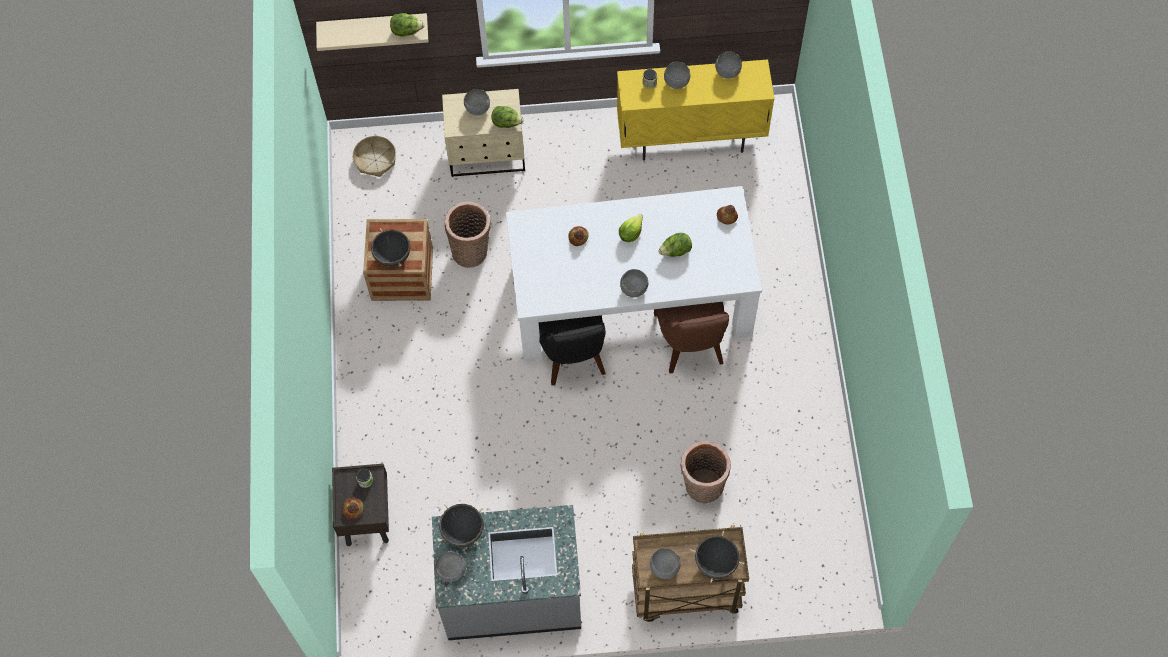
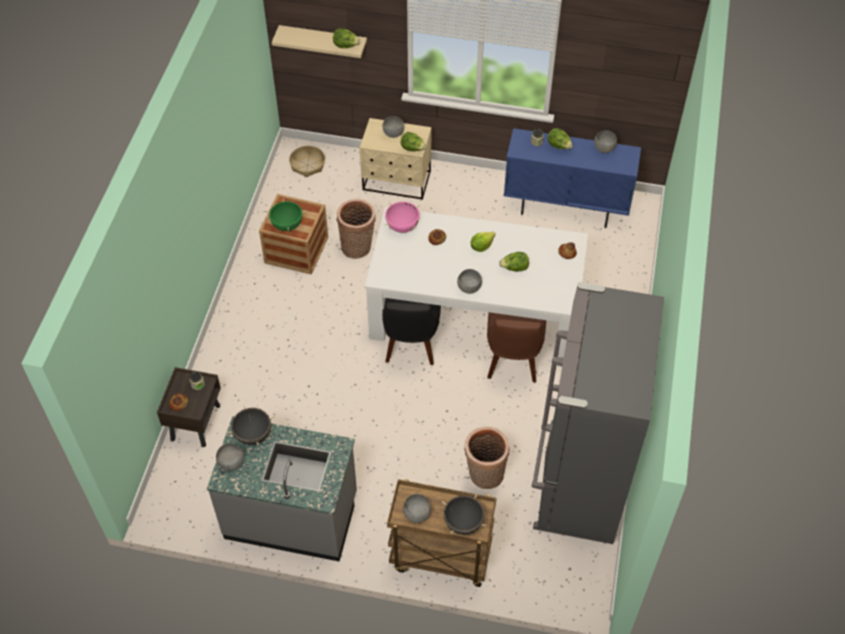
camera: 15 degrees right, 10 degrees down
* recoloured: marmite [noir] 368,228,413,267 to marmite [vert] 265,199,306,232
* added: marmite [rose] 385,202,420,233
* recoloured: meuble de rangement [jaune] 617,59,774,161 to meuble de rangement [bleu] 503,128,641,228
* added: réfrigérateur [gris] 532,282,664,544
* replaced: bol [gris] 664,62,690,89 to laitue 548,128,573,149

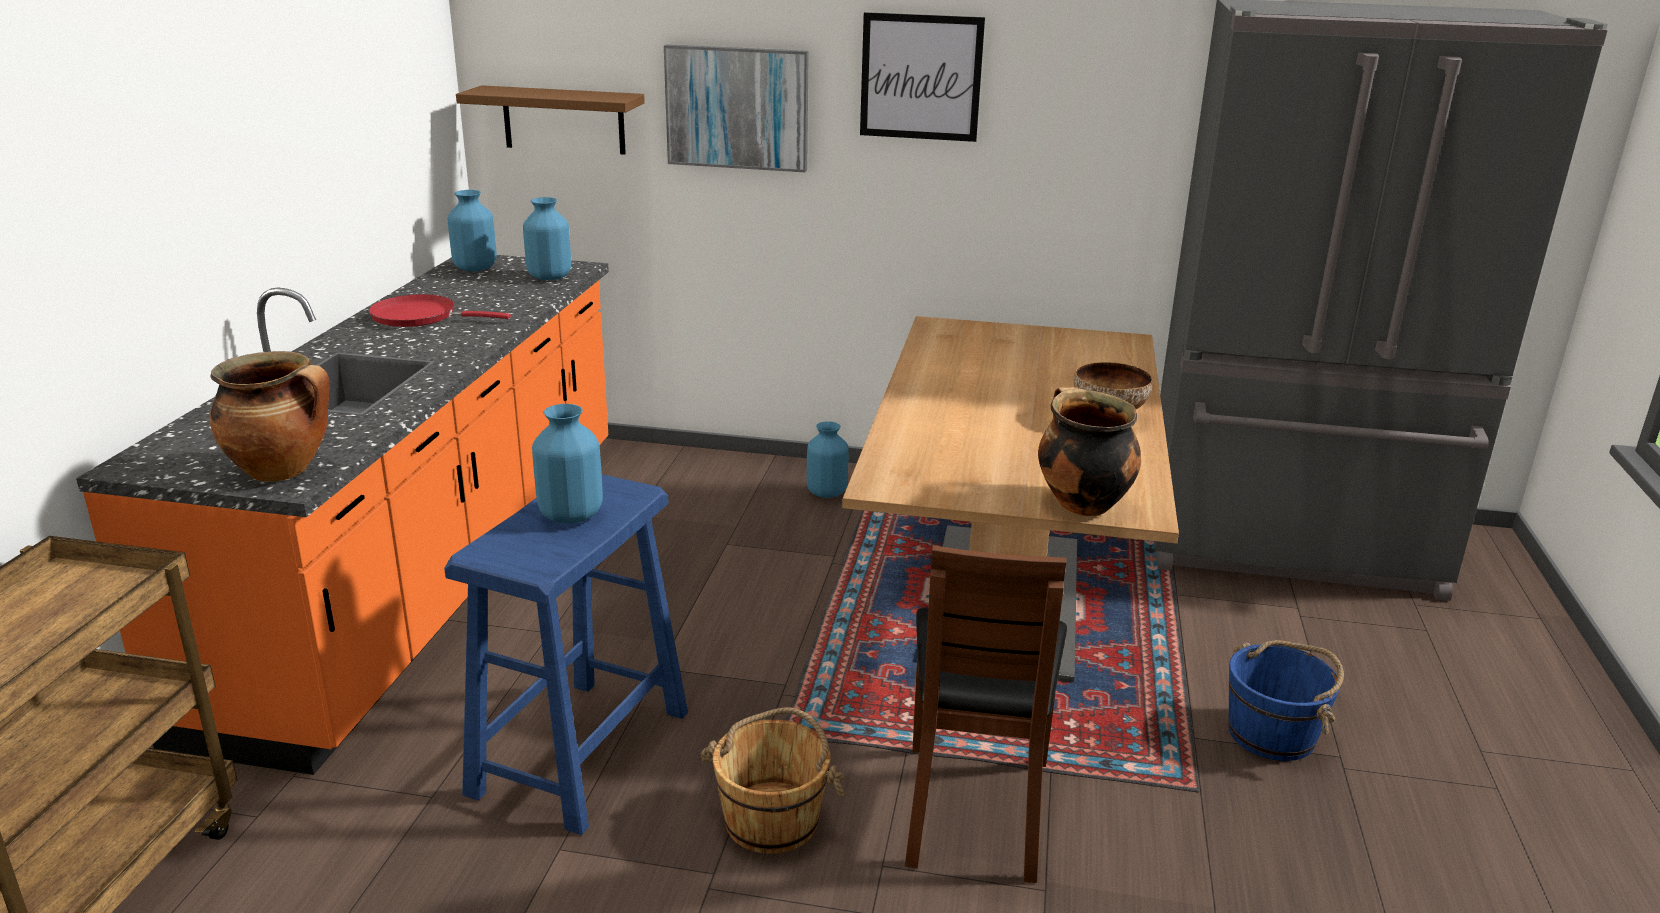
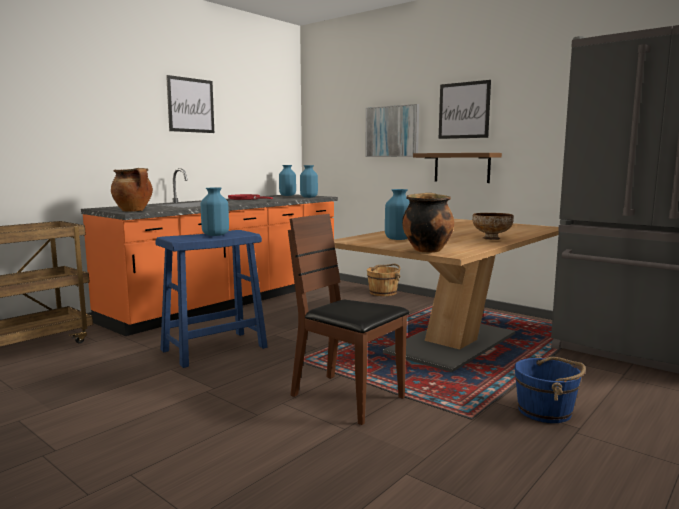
camera: 30 degrees right, 15 degrees down
* added: tableau 166,75,214,133
* turned: chaise [marron] 905,545,1067,883 = 288,214,409,425 90 degrees clockwise
* moved: seau [marron] 700,707,845,854 to 367,264,401,296
* moved: vase [bleu] 807,421,849,498 to 385,189,409,240
* moved: étagère [marron] 456,85,645,155 to 413,153,502,183

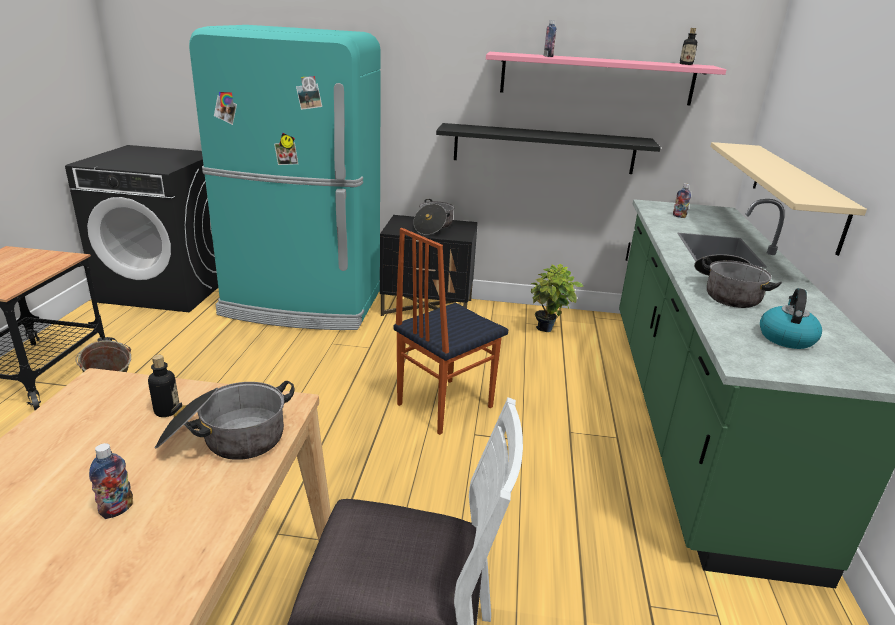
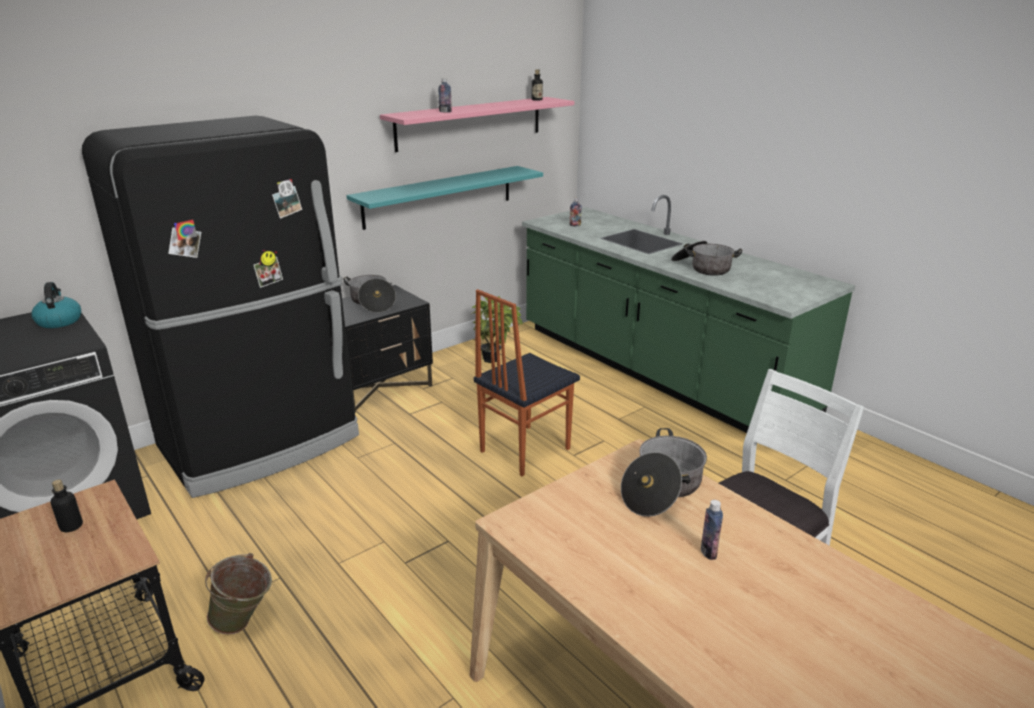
camera: 45 degrees left, 0 degrees up
* moved: bouilloire 760,288,822,349 to 32,282,81,328
* moved: bouteille 148,355,179,417 to 50,480,83,532
* recoloured: réfrigérateur [turquoise] 189,25,381,330 to réfrigérateur [noir] 82,116,359,498
* recoloured: étagère [noir] 436,123,661,174 to étagère [turquoise] 346,166,543,230
* turned: chaise 393,228,508,435 = 474,289,580,476 45 degrees clockwise
* removed: étagère [beige] 710,142,867,256

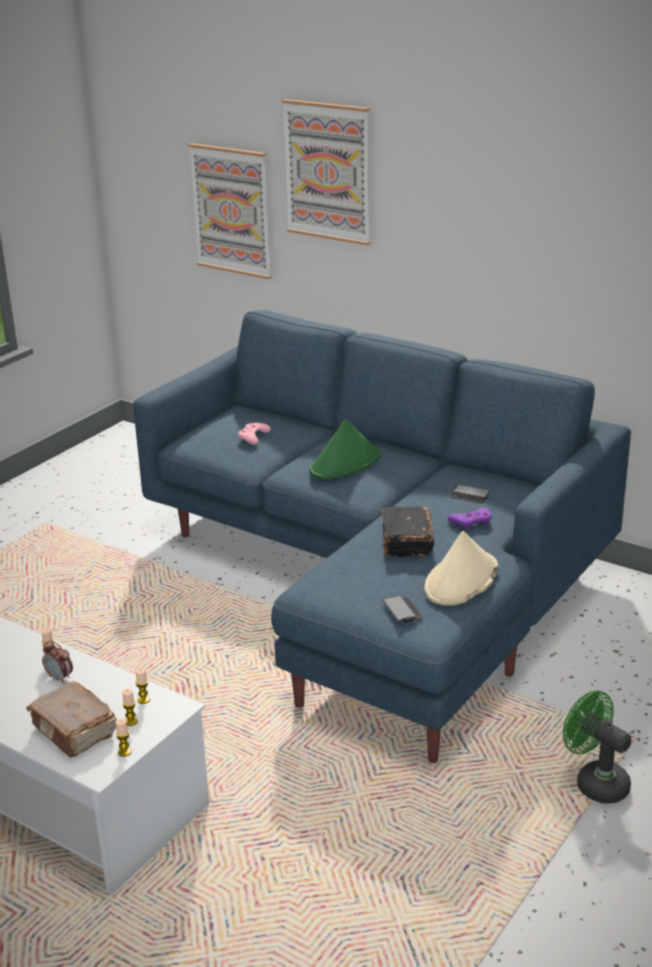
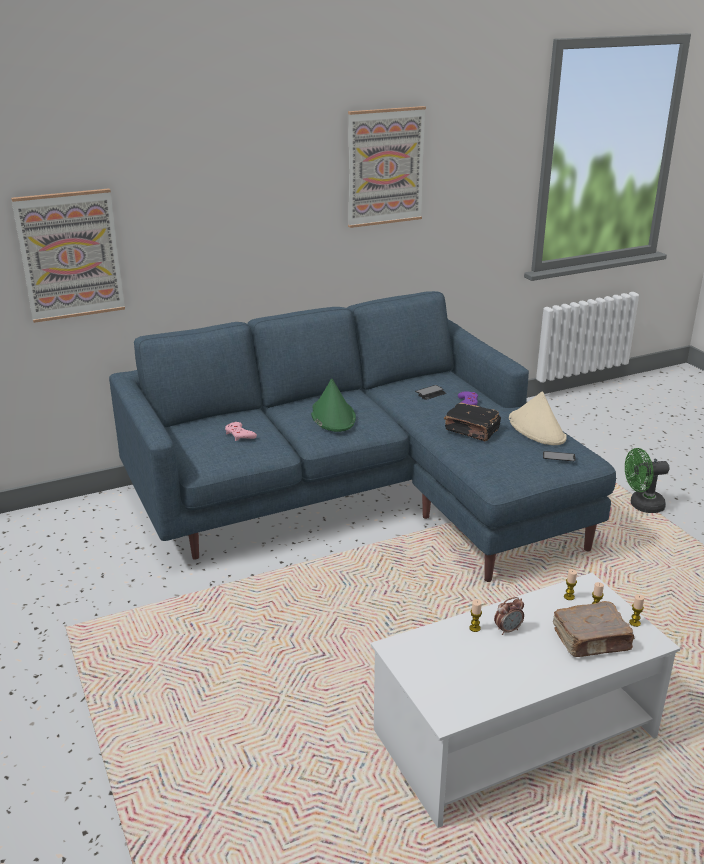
camera: 60 degrees left, 0 degrees up
* moved: tableau 282,99,371,245 to 348,106,426,228

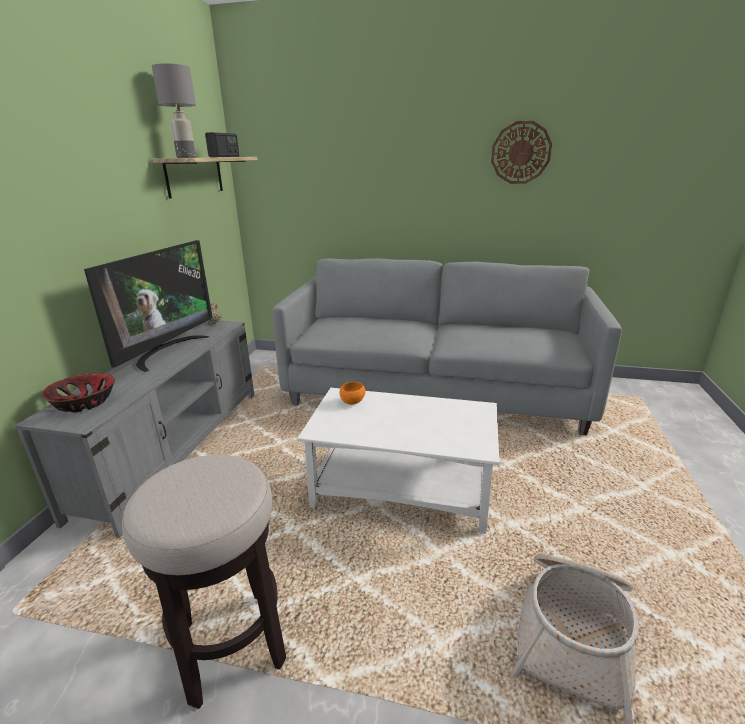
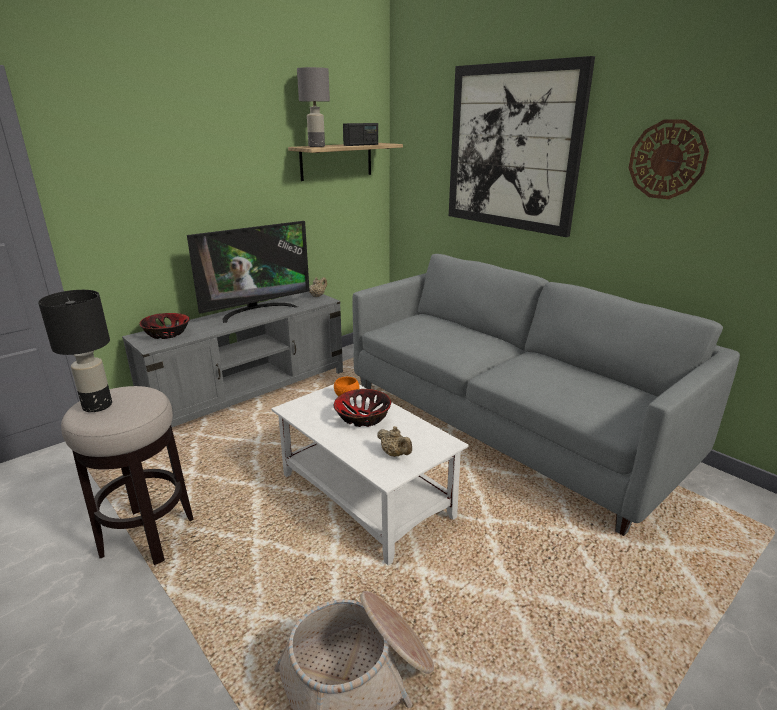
camera: 35 degrees right, 0 degrees up
* added: lampe de table [noir] 38,290,112,412
* added: bol 333,389,391,427
* added: théière [beige] 377,426,412,457
* added: tableau 449,56,595,237

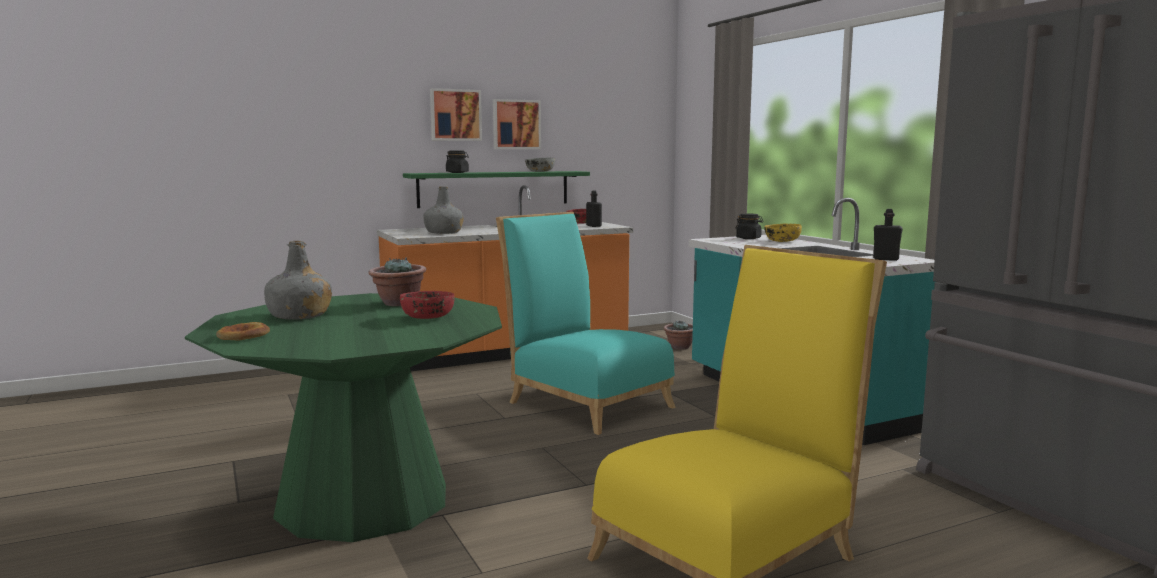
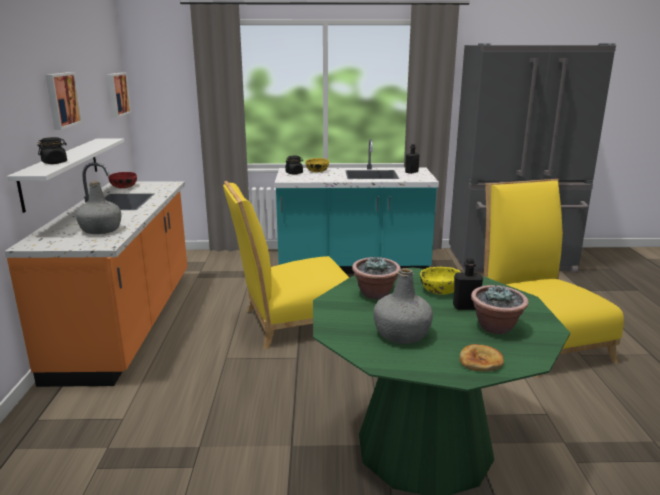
camera: 65 degrees left, 10 degrees up
* recoloured: étagère [vert] 403,171,590,208 to étagère [blanc] 7,138,124,213
* moved: tableau 430,88,482,141 to 107,72,131,117
* recoloured: chaise [turquoise] 496,212,676,435 to chaise [jaune] 223,181,350,349
* recoloured: bol [rouge] 400,291,455,319 to bol [jaune] 420,267,462,295
* moved: bouteille [noir] 586,191,602,227 to 453,258,483,310
* moved: plante en pot 664,321,693,350 to 471,285,529,334
* removed: bol [gris] 525,158,555,172

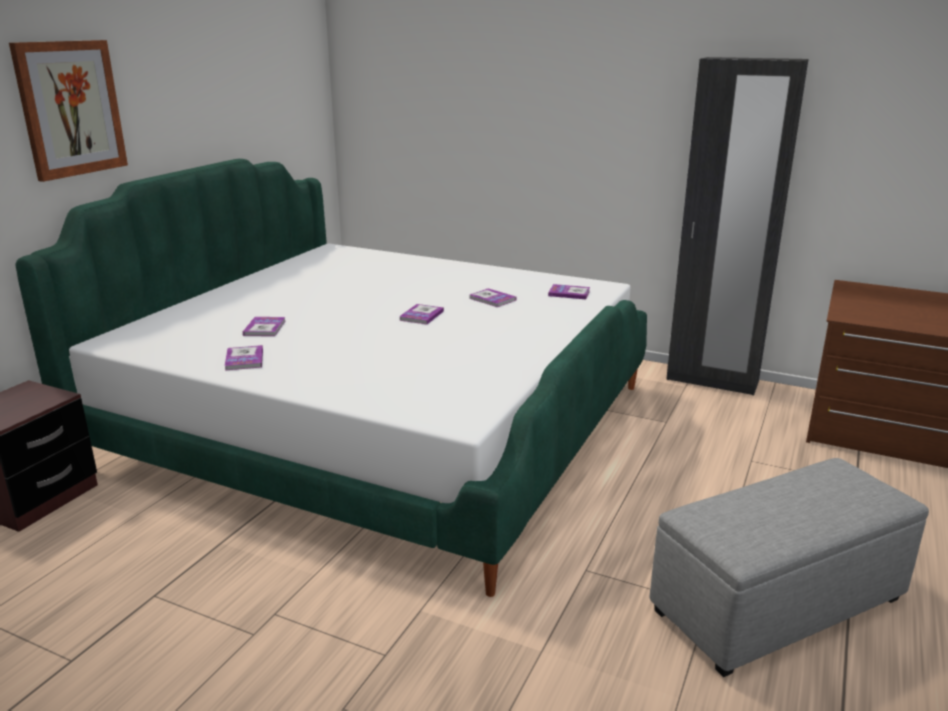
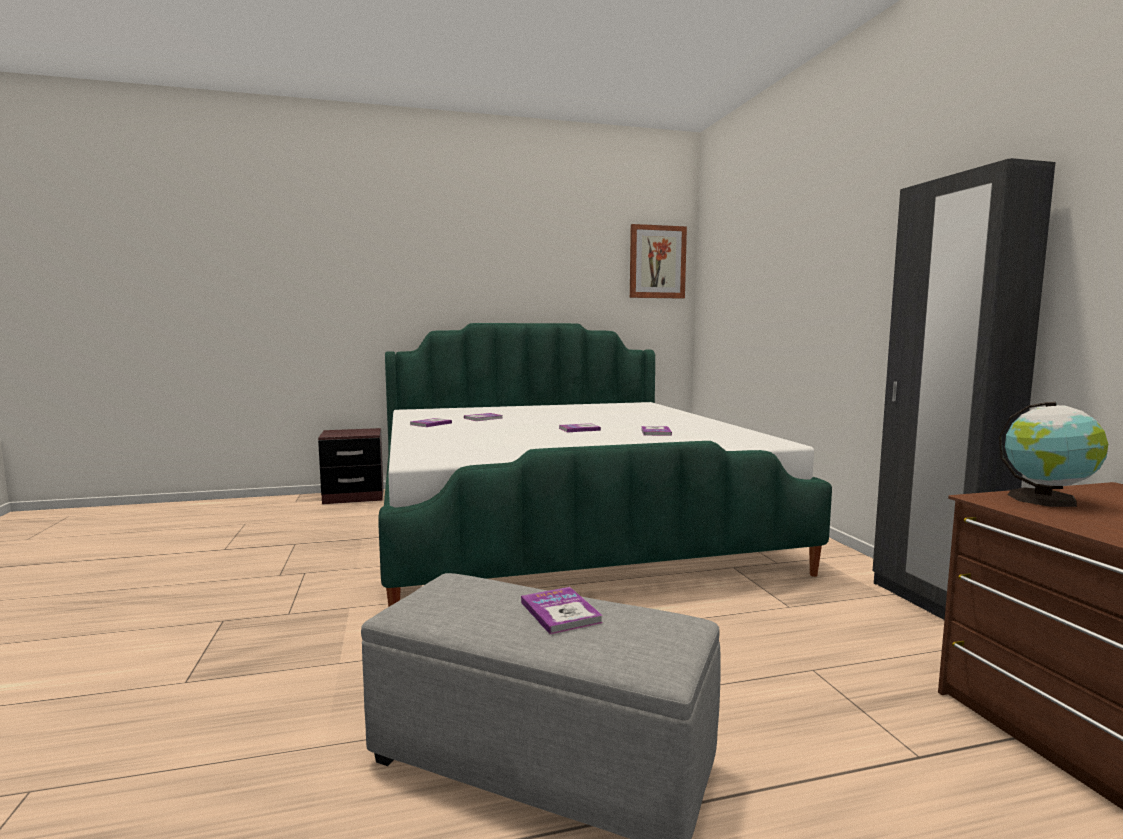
camera: 50 degrees right, 15 degrees down
* moved: livre 548,284,590,299 to 521,587,602,634
* moved: tableau 9,40,128,182 to 630,224,687,299
* added: globe 999,402,1108,507

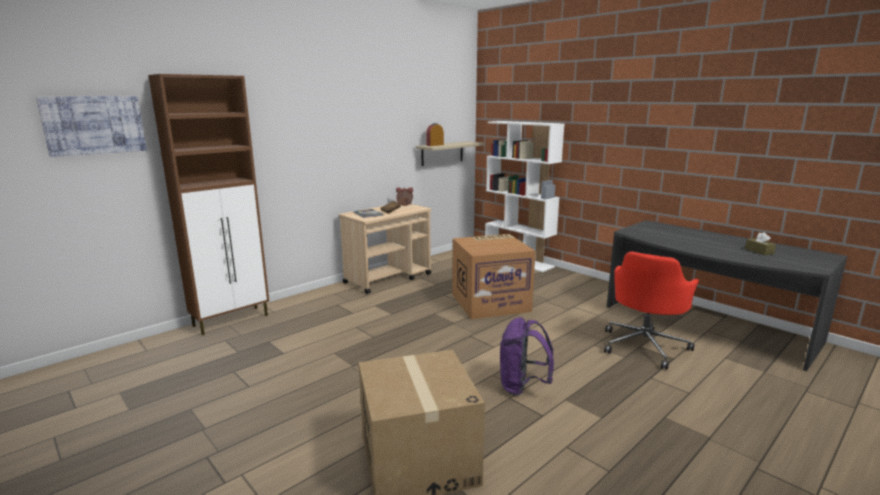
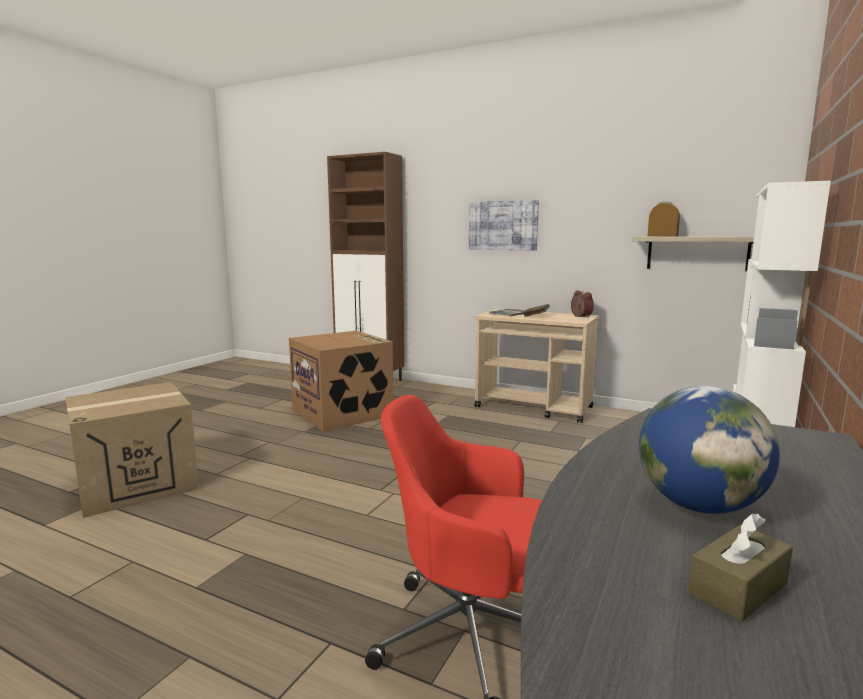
camera: 70 degrees right, 5 degrees down
* moved: carton 453,234,535,319 to 289,331,394,431
* moved: tableau 36,96,147,157 to 469,200,539,250
* added: globe 639,386,780,514
* removed: sac à dos [violet] 500,317,554,396

